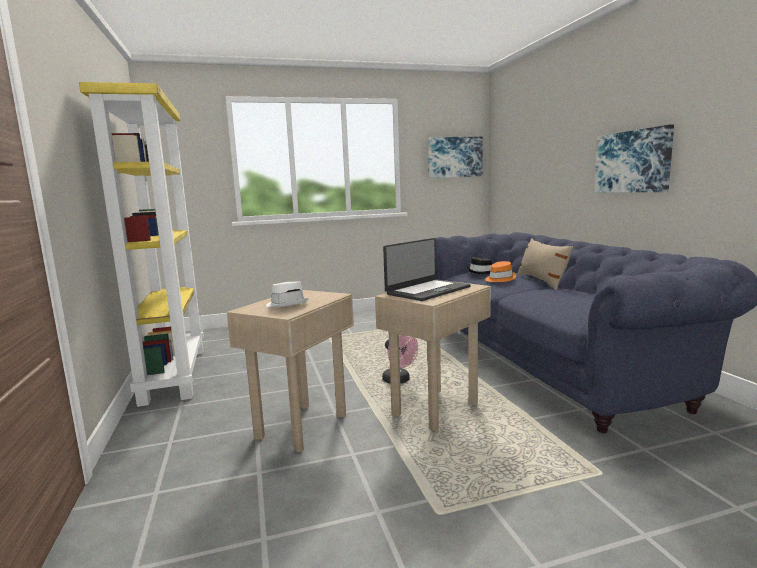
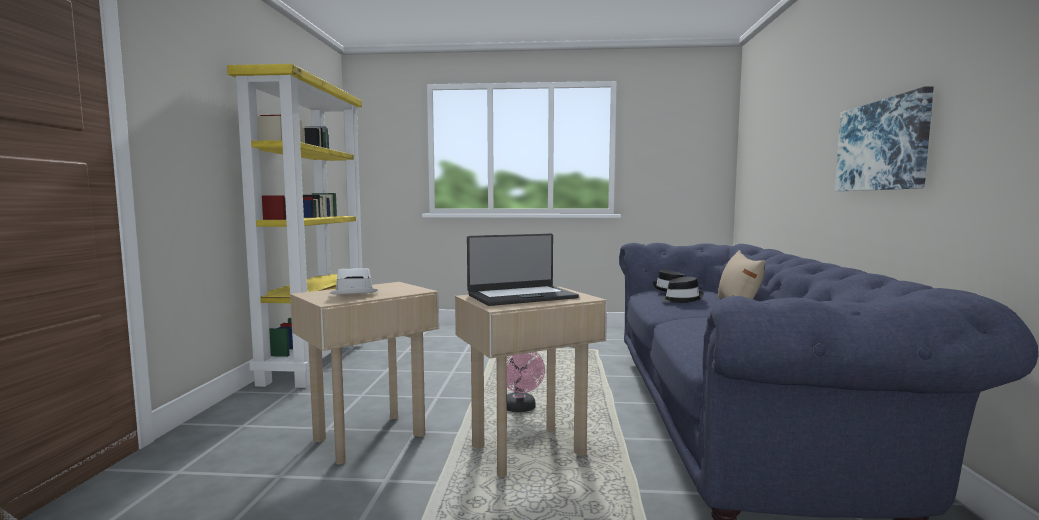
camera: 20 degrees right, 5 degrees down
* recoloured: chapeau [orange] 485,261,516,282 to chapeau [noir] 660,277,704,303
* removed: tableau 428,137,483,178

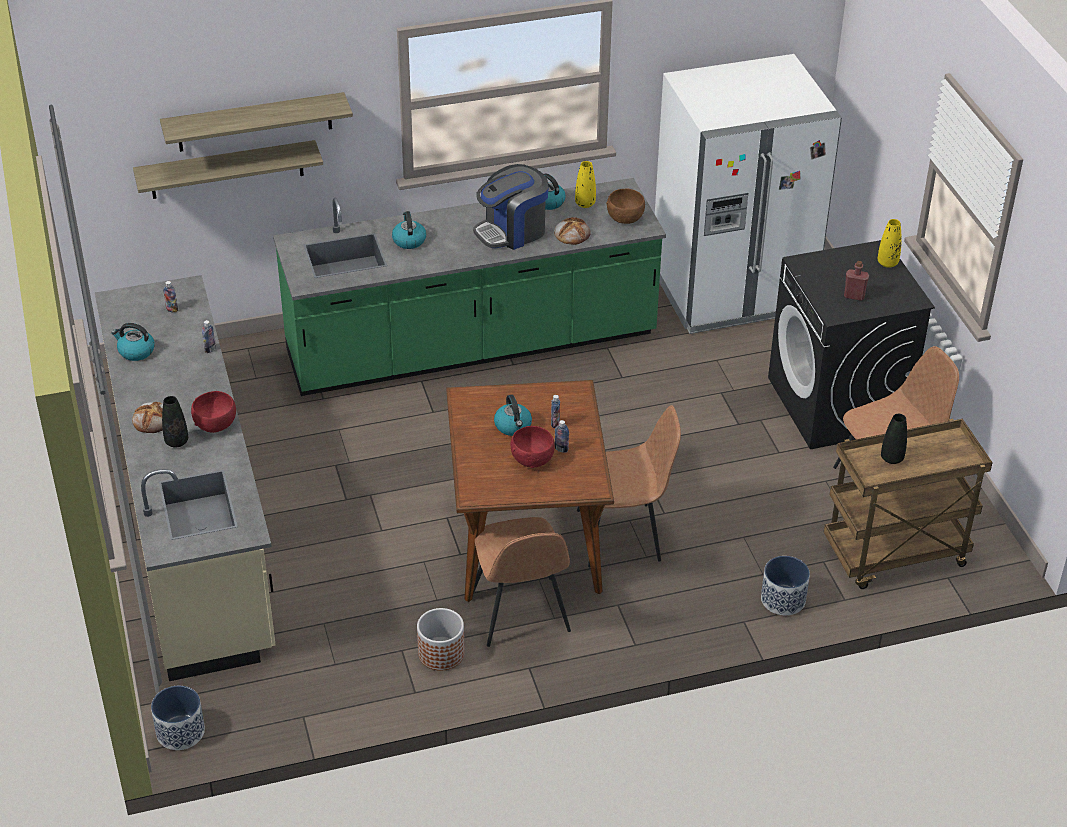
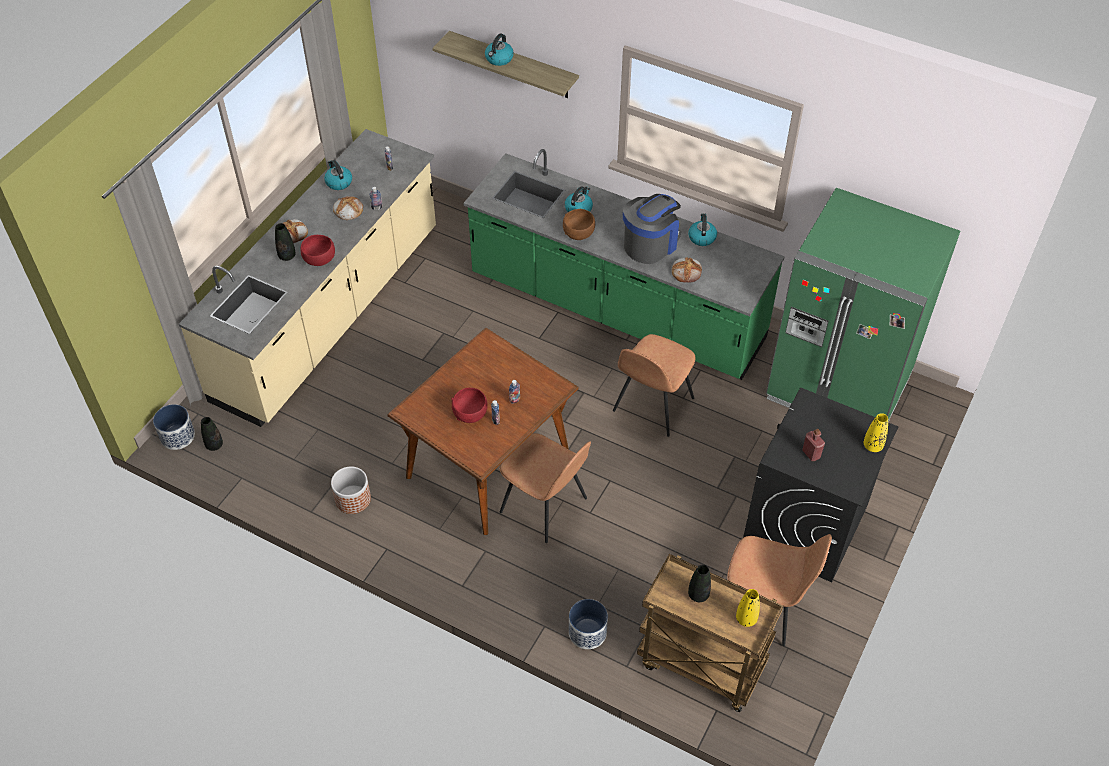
camera: 45 degrees right, 10 degrees up
* added: vase [noir] 201,417,223,451
* added: pain 333,196,363,220
* moved: bouilloire 494,395,532,436 to 485,33,514,66
* moved: bol [marron] 606,189,645,224 to 563,209,595,240
* moved: chaise [marron] 473,517,571,647 to 613,334,696,437
* turned: machine à café 473,164,548,250 = 623,194,681,264 120 degrees clockwise
* moved: vase [jaune] 575,161,596,208 to 736,589,760,627
* recoloured: réfrigérateur [blanc] 655,54,842,334 to réfrigérateur [vert] 766,188,960,422
* removed: étagère 133,140,323,199

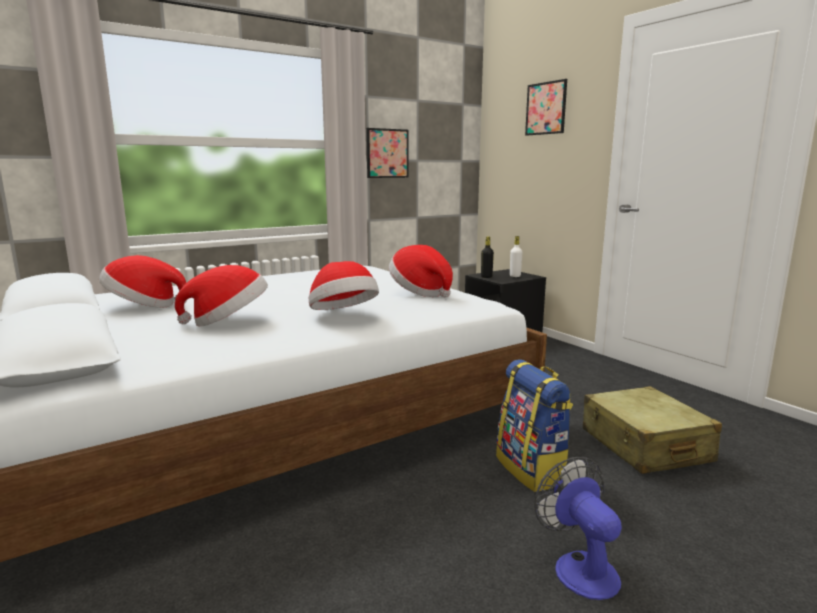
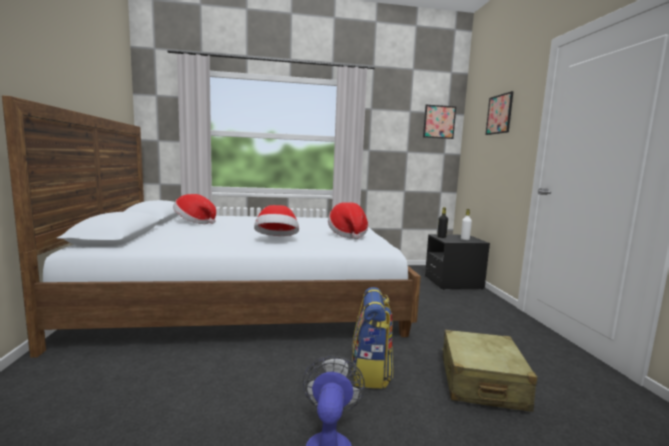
camera: 25 degrees right, 5 degrees down
* moved: tableau 366,128,408,178 to 423,105,456,139
* removed: chapeau 175,265,268,327

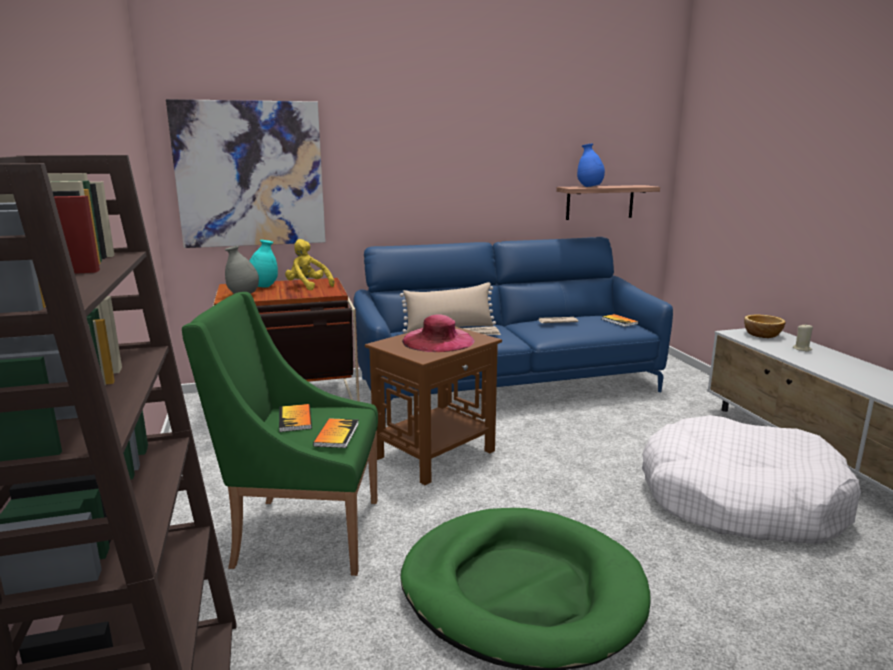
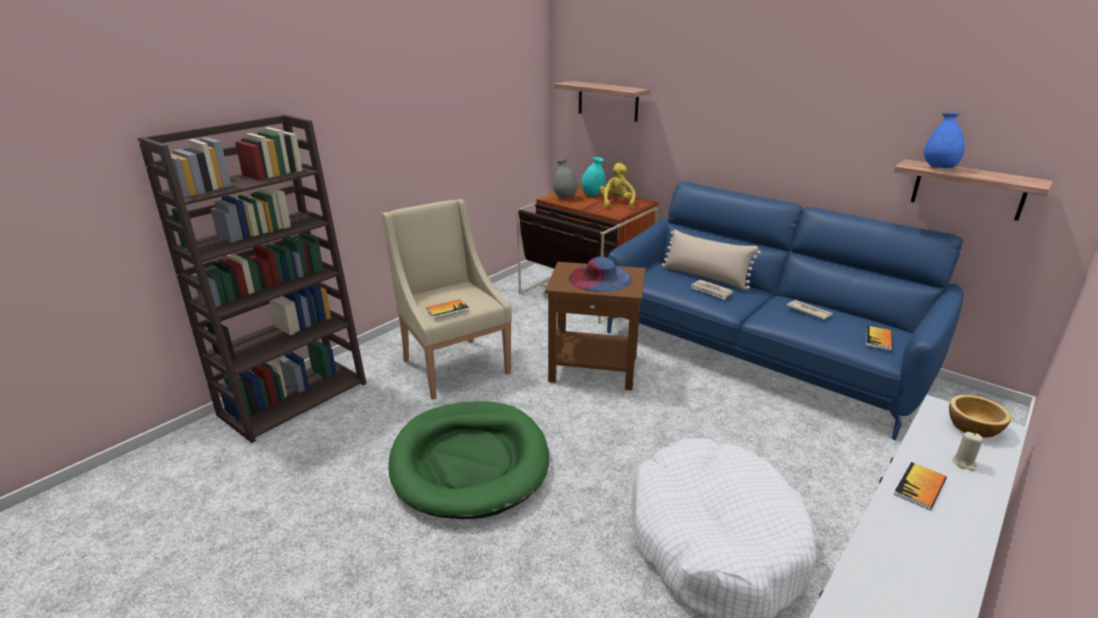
camera: 55 degrees right, 10 degrees up
* recoloured: fauteuil [vert] 182,292,378,576 to fauteuil [beige] 382,199,512,400
* replaced: tableau 166,99,326,248 to étagère 554,81,650,122
* recoloured: chapeau [rose] 402,314,475,352 to chapeau [bleu] 569,257,632,292
* moved: livre 279,404,312,432 to 894,462,947,510

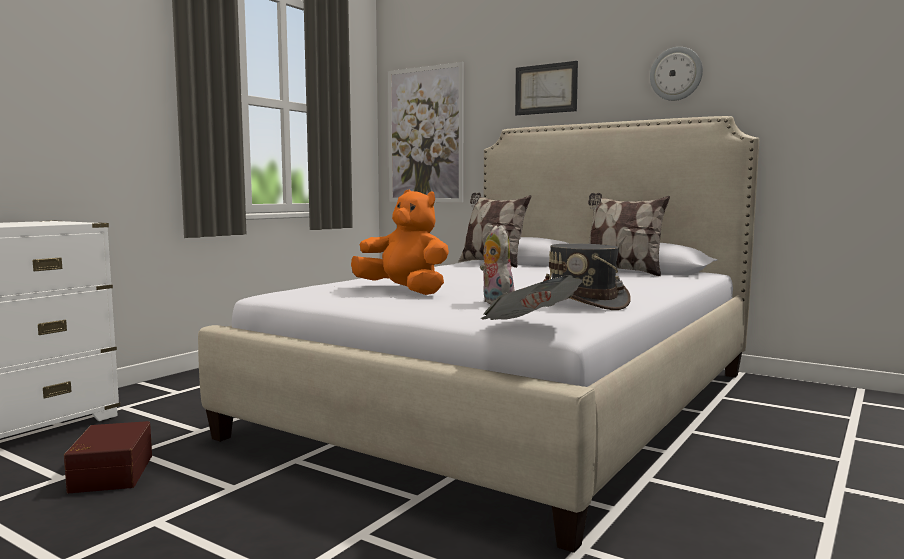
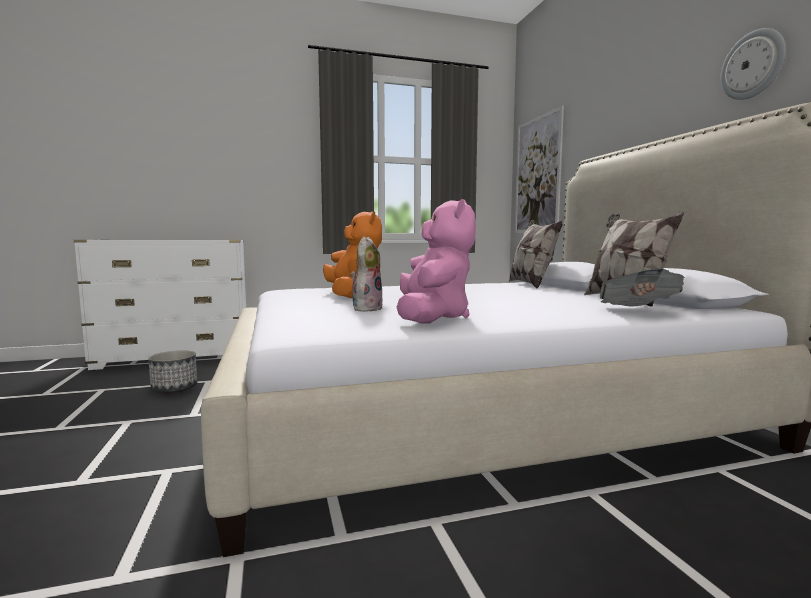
camera: 40 degrees right, 0 degrees up
* replaced: boîte de rangement [marron] 64,421,152,493 to cache-pot 148,351,197,393
* replaced: chapeau [gris] 543,244,631,310 to peluche [rose] 397,199,476,324
* moved: journal 481,275,583,320 to 600,269,684,306
* removed: tableau 515,61,578,115

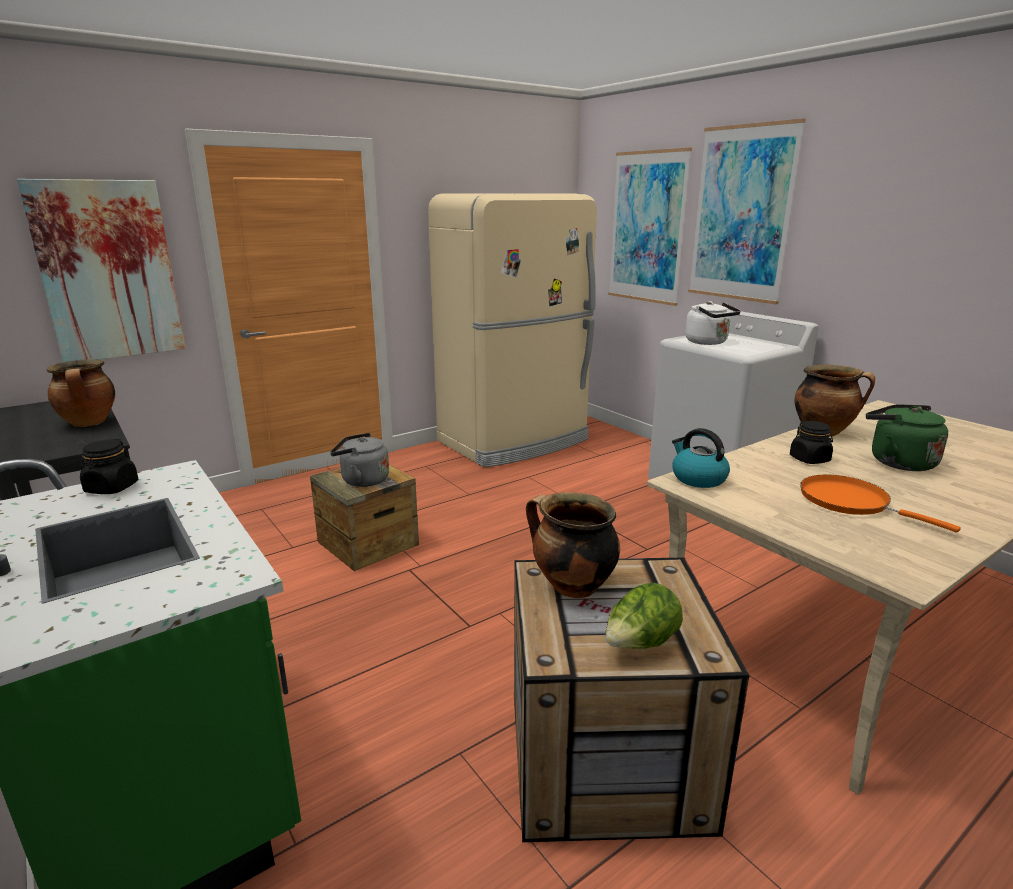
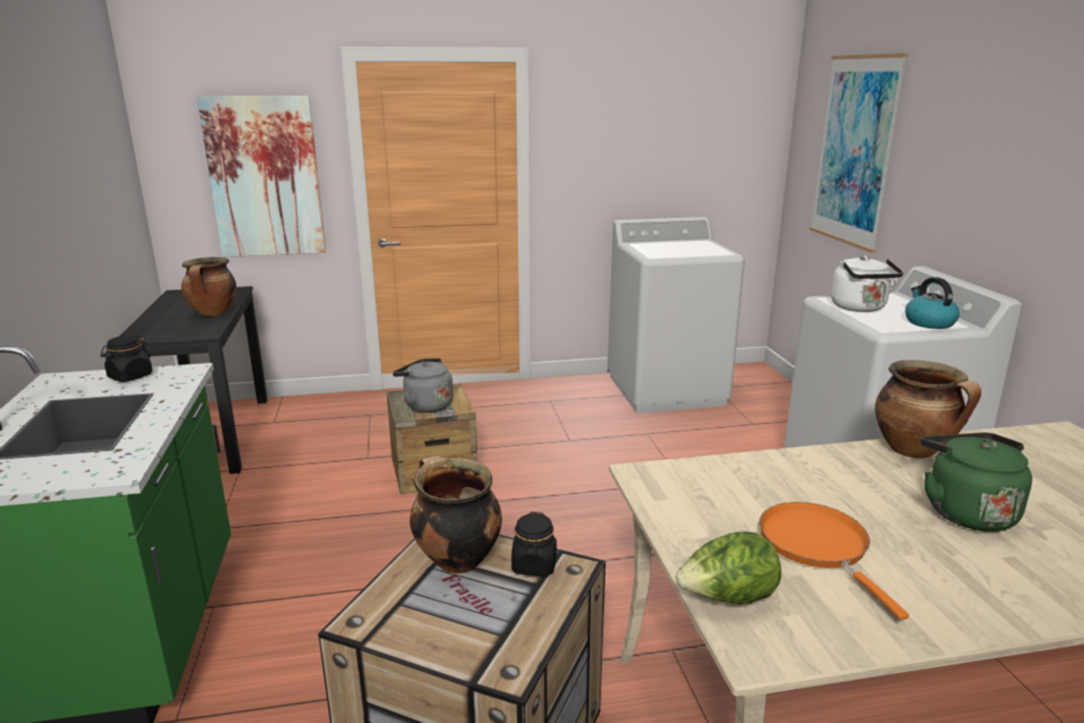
camera: 25 degrees right, 0 degrees up
* moved: bocal [noir] 790,421,833,464 to 511,512,557,576
* replaced: réfrigérateur [beige] 428,193,597,467 to lave-linge [blanc] 607,217,745,413
* moved: laitue 605,583,683,649 to 676,531,781,604
* moved: bouilloire 672,428,730,488 to 905,277,960,329
* removed: tableau 688,119,806,305

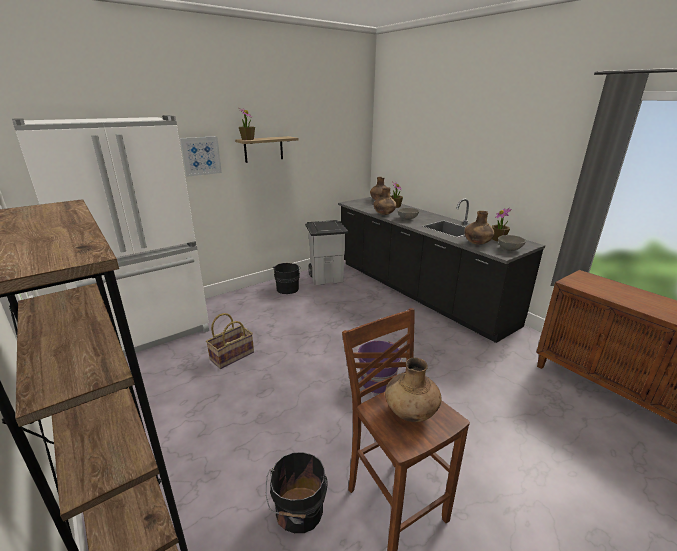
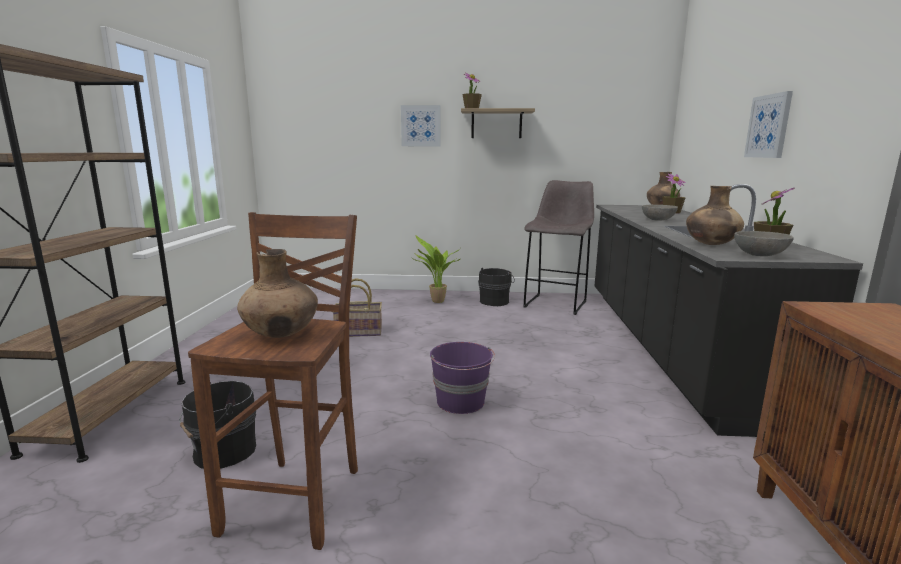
camera: 40 degrees right, 10 degrees down
* added: plante en pot 411,235,461,303
* replaced: poubelle [gris] 305,220,349,285 to tabouret [gris] 523,180,594,315
* added: tableau 744,91,793,158
* removed: réfrigérateur [blanc] 12,115,209,356
* removed: vase [marron] 374,187,397,215

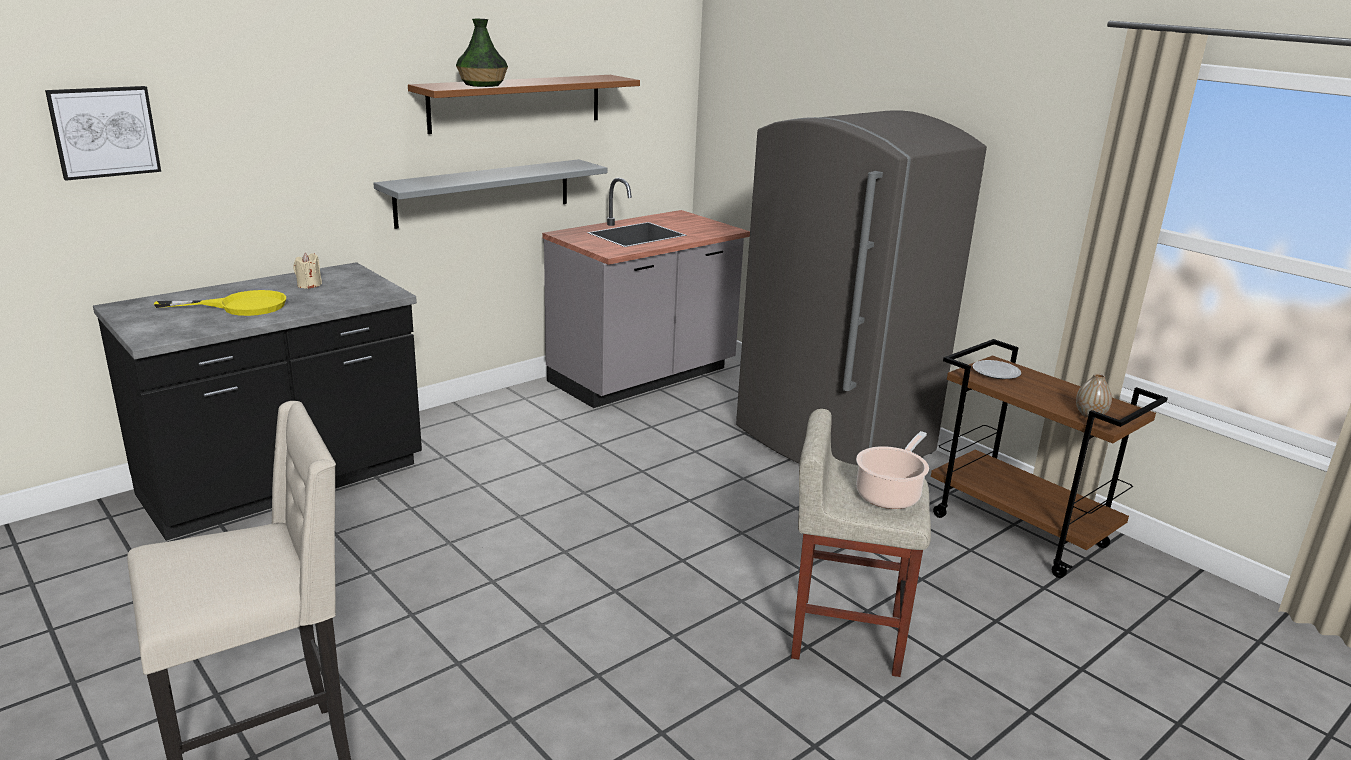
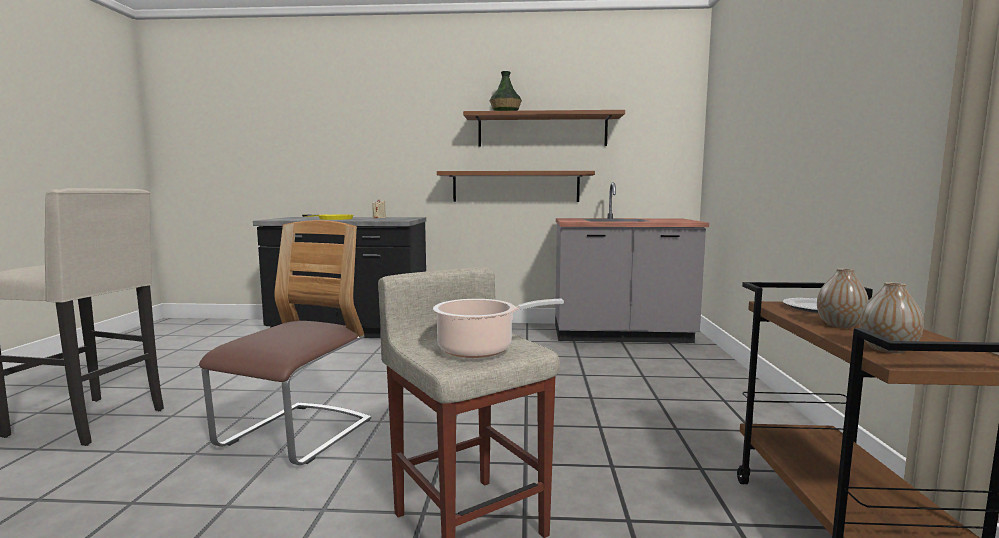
camera: 45 degrees right, 15 degrees down
* added: chaise 199,220,372,465
* recoloured: étagère [gris] 373,159,607,229 to étagère [marron] 437,171,595,202
* added: vase 817,268,869,328
* removed: tableau 45,86,161,181
* removed: réfrigérateur [gris] 736,111,987,465

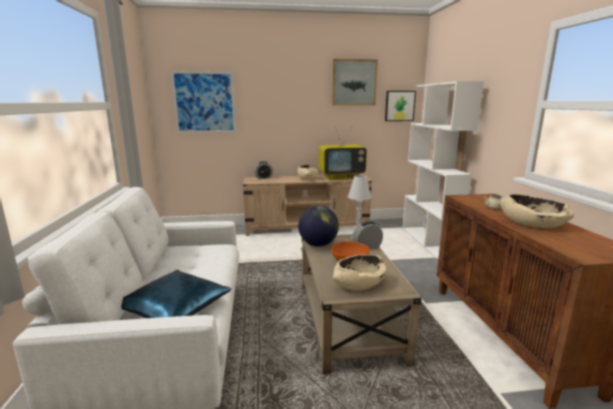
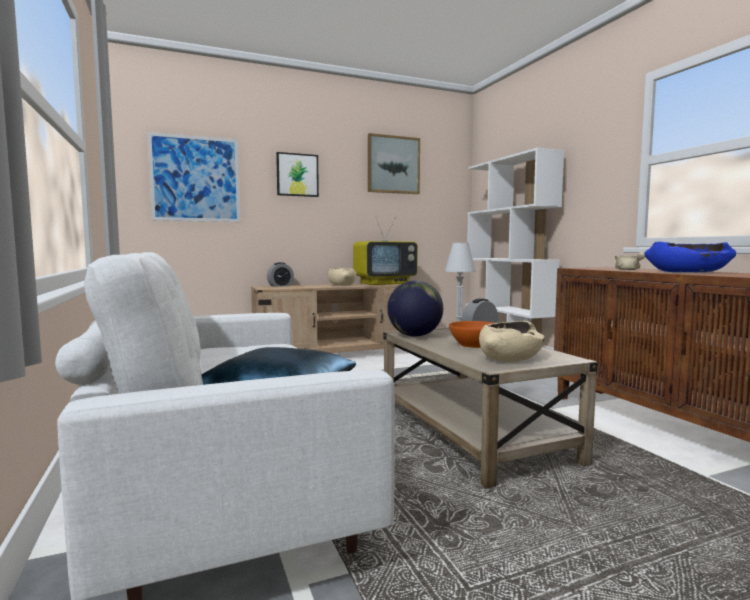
camera: 15 degrees left, 10 degrees down
* moved: tableau 385,91,416,121 to 276,152,319,197
* recoloured: bol [beige] 499,194,574,228 to bol [bleu] 644,242,736,272

